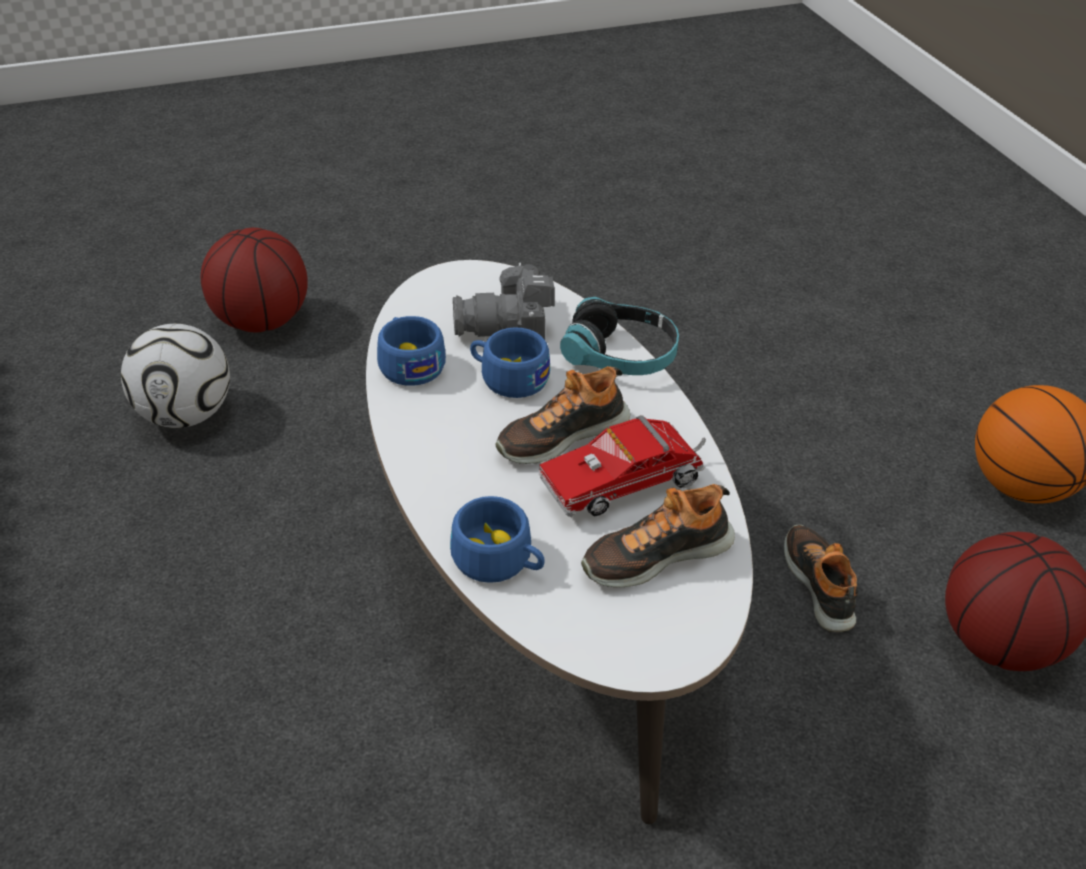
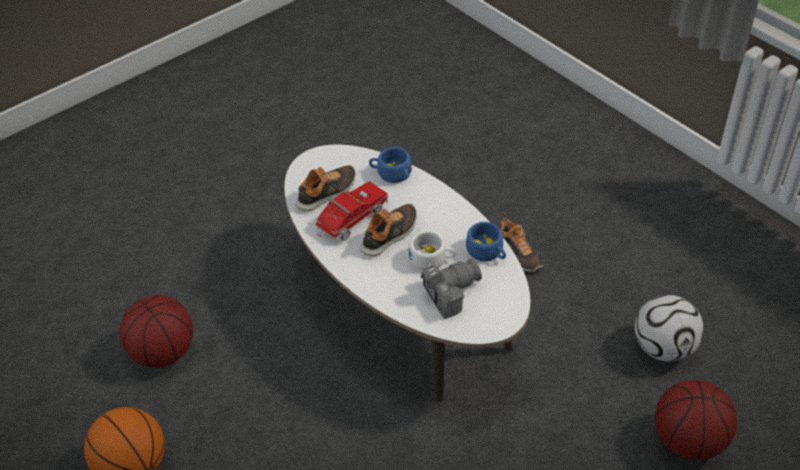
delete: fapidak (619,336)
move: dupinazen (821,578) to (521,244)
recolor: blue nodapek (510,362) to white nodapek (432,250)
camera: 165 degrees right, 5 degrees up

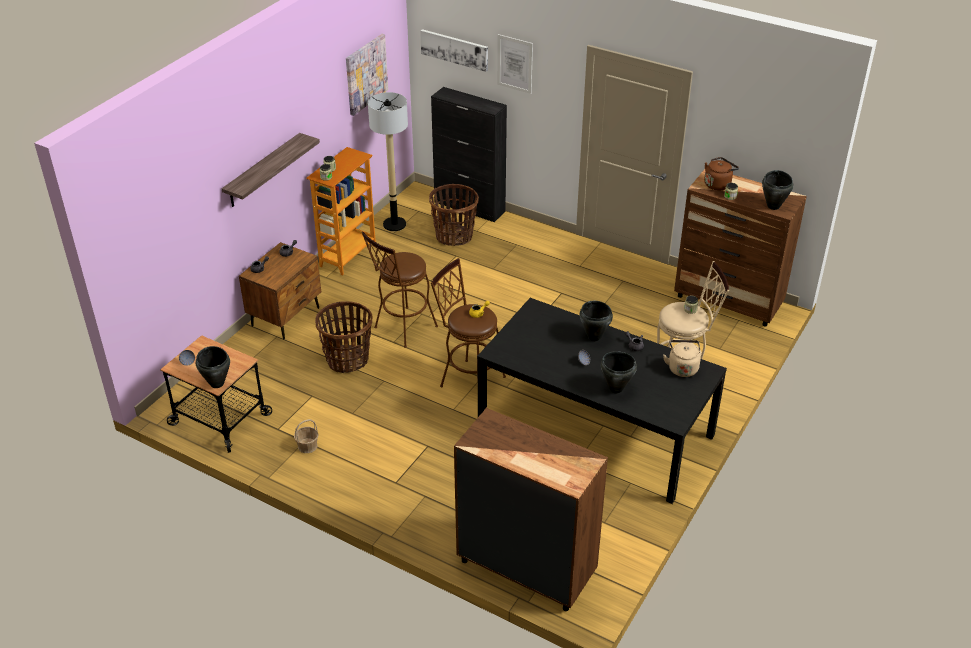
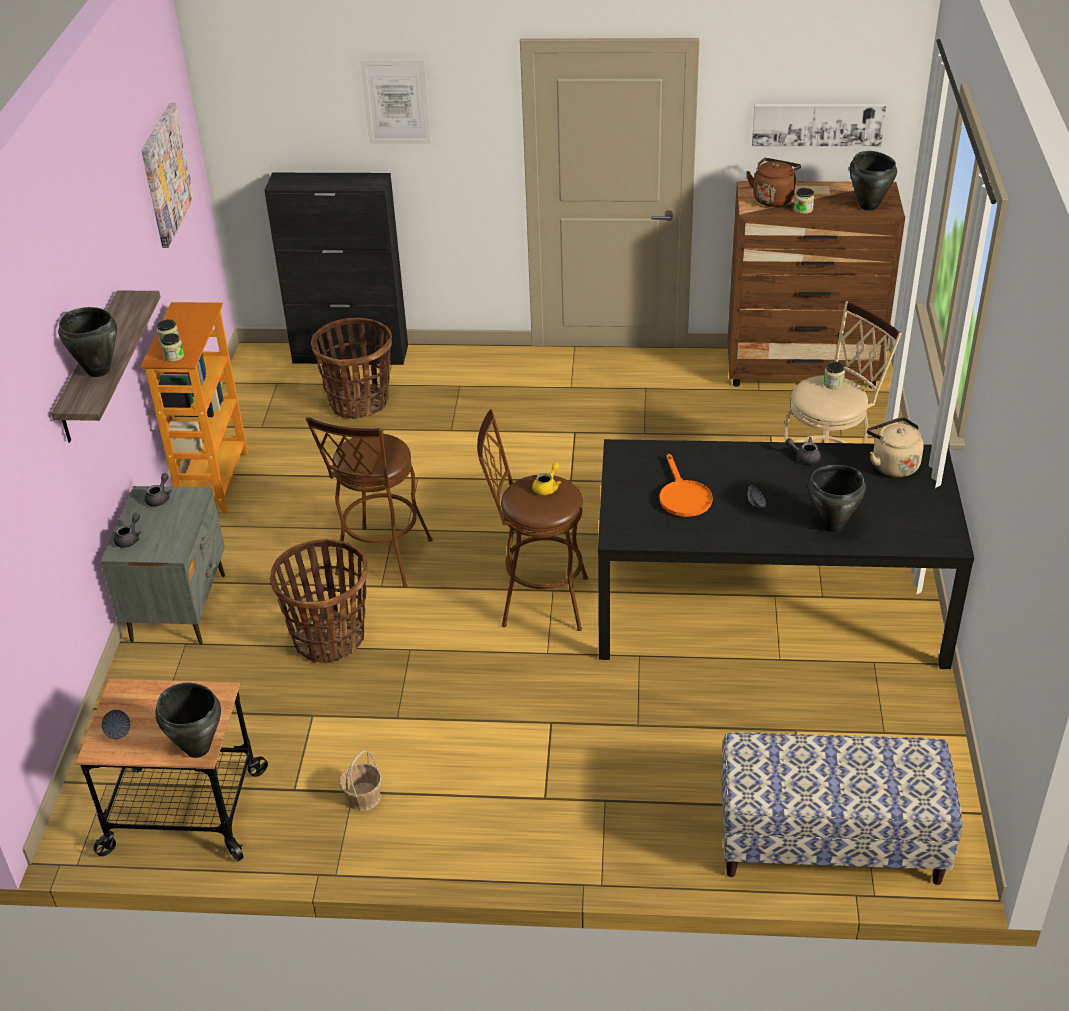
delete: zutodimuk (388,161)
insert: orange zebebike (686,485)
move: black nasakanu (596,321) to (87,342); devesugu (454,50) to (819,125)
replace: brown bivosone (531,509) to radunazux (842,808)
recolor: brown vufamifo (280,290) to grey vufamifo (162,565)
camera: 25 degrees left, 0 degrees up

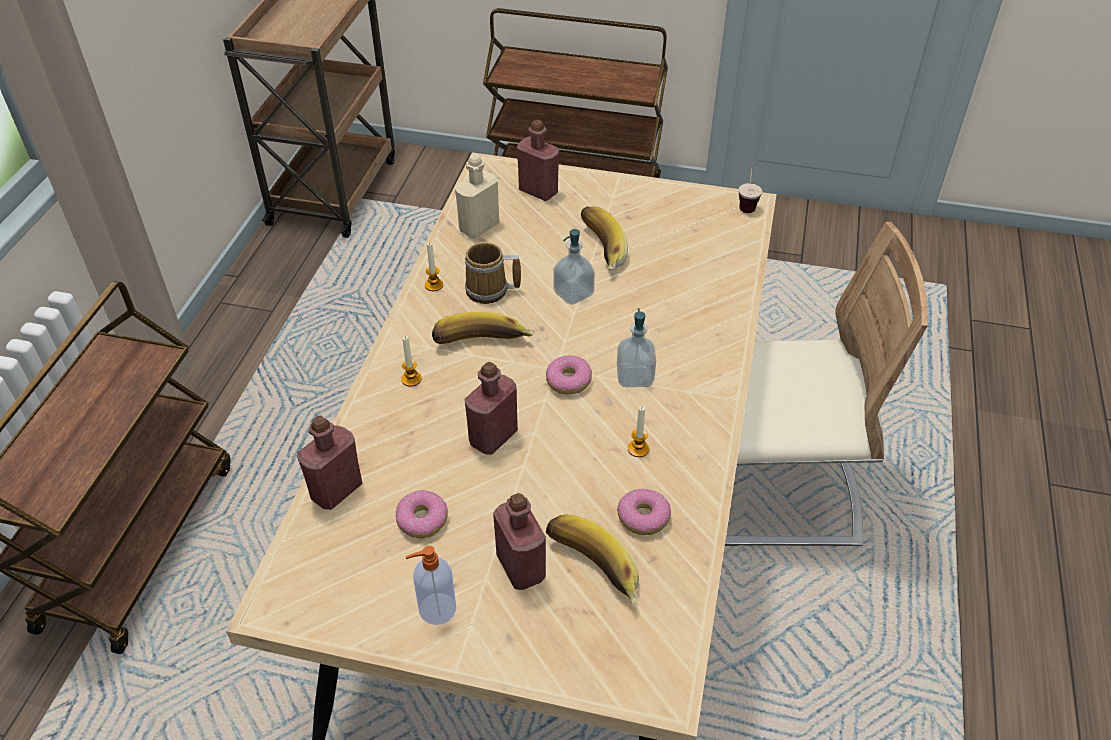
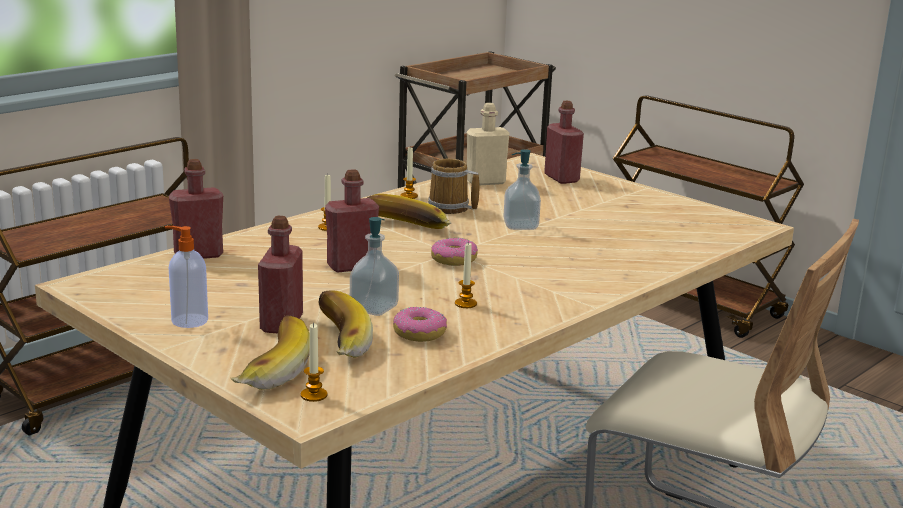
delete: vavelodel (422,514); nodapek (750,186)
insert: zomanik (314,362)
move: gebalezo (604,238) to (269,353); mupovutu (636,347) to (374,266)
camera: 30 degrees right, 25 degrees down

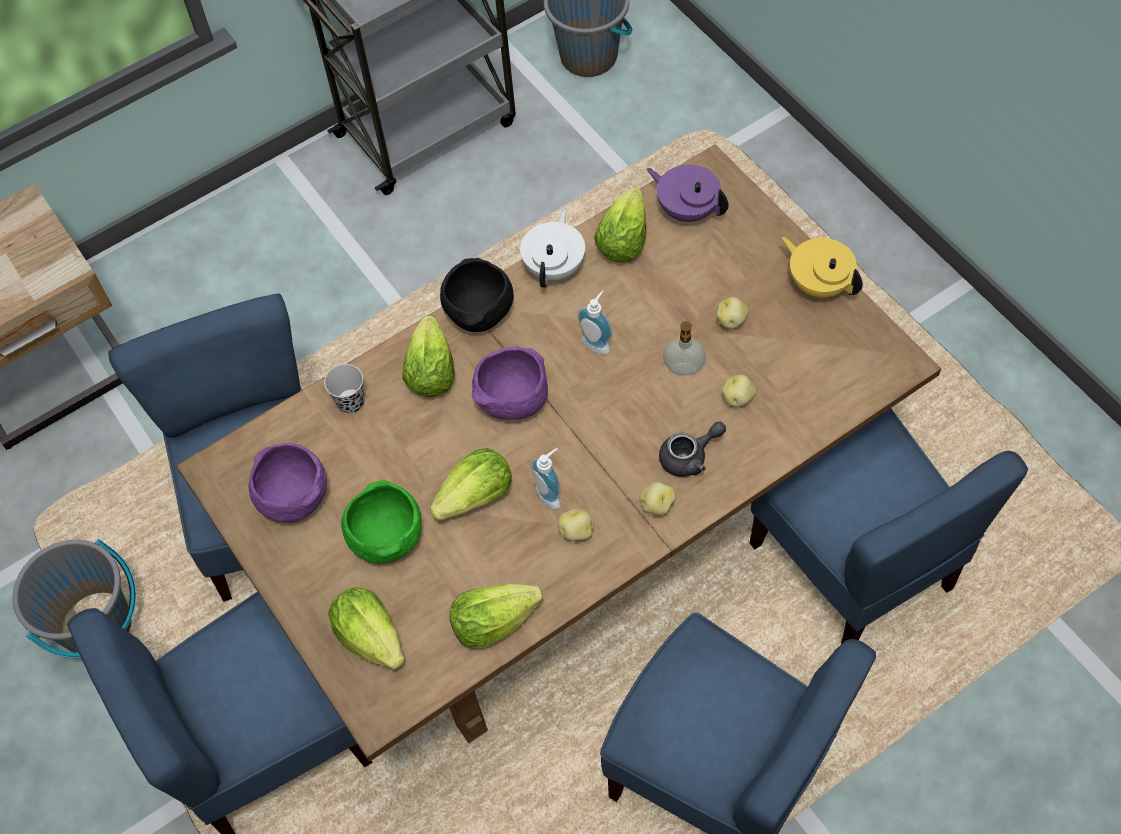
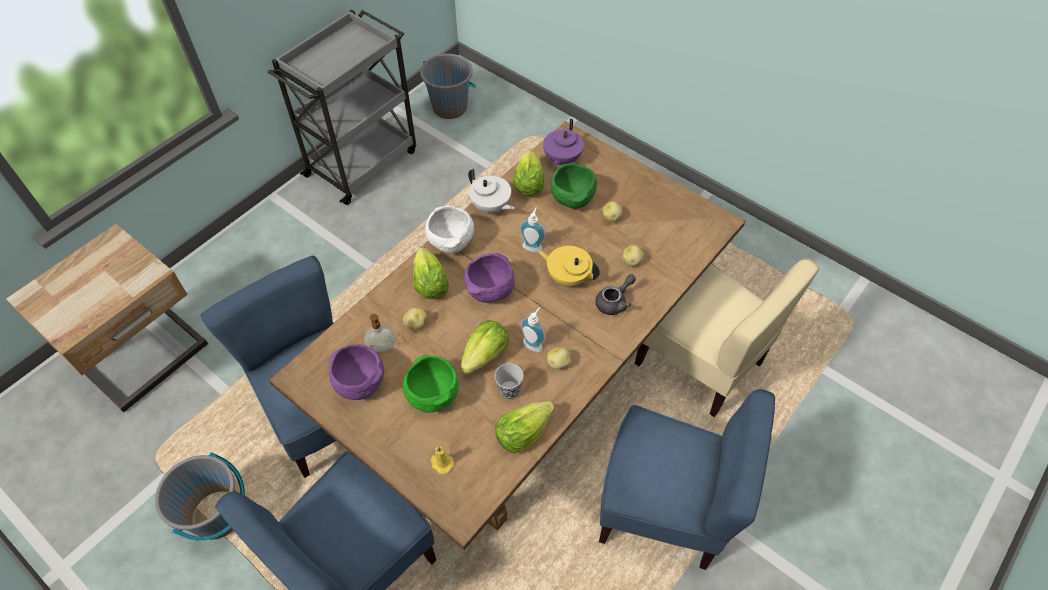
insert: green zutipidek (573,186)
move: mupovutu (684,348) to (380,333); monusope (658,499) to (415,319); black nodapek (344,389) to (509,381); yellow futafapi (822,267) to (569,266)
replace: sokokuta (366,628) to yellow zomanik (442,460)
recolor: black zutipidek (477,295) to white zutipidek (449,229); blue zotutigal (889,526) to beige zotutigal (727,337)
rotate: white futafapi (552,248) = (491,191) 135 degrees clockwise; purple futafapi (687,193) = (563,142) 90 degrees counterclockwise
camera: 20 degrees left, 5 degrees down

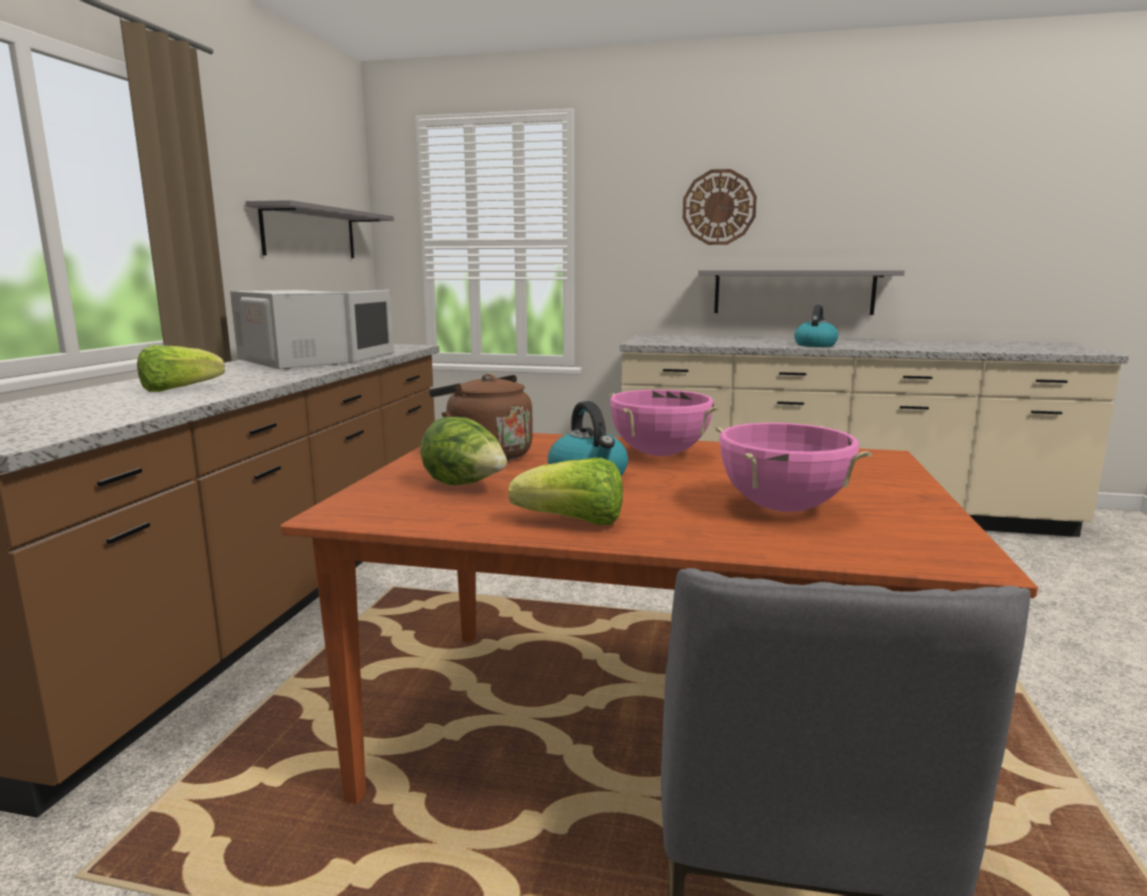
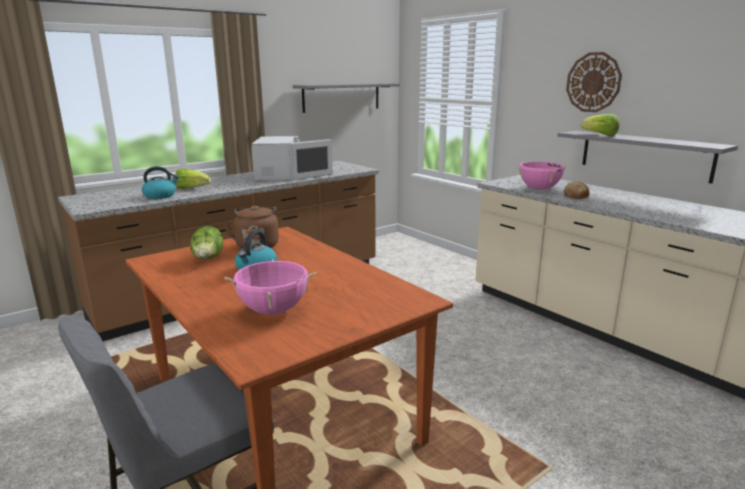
insert: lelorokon (576,190)
move: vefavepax (816,326) to (160,182); pink nasakanu (664,423) to (541,176); sokokuta (566,491) to (600,125)
camera: 40 degrees right, 5 degrees up

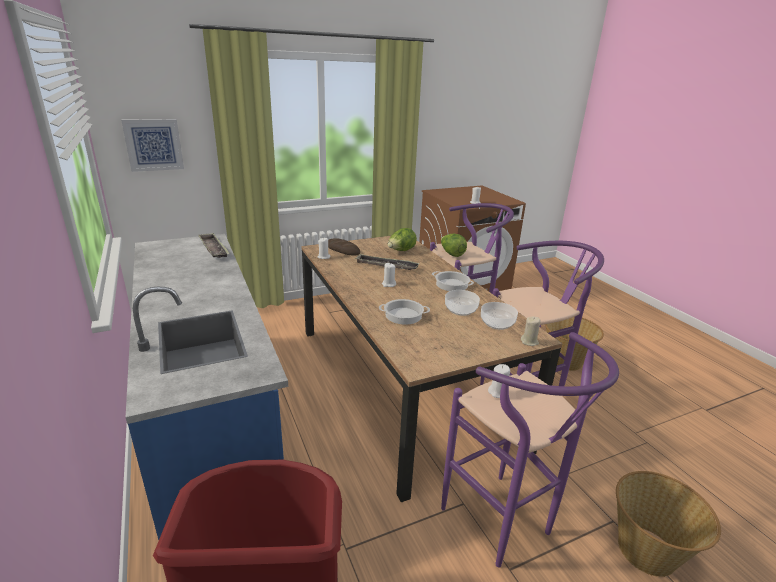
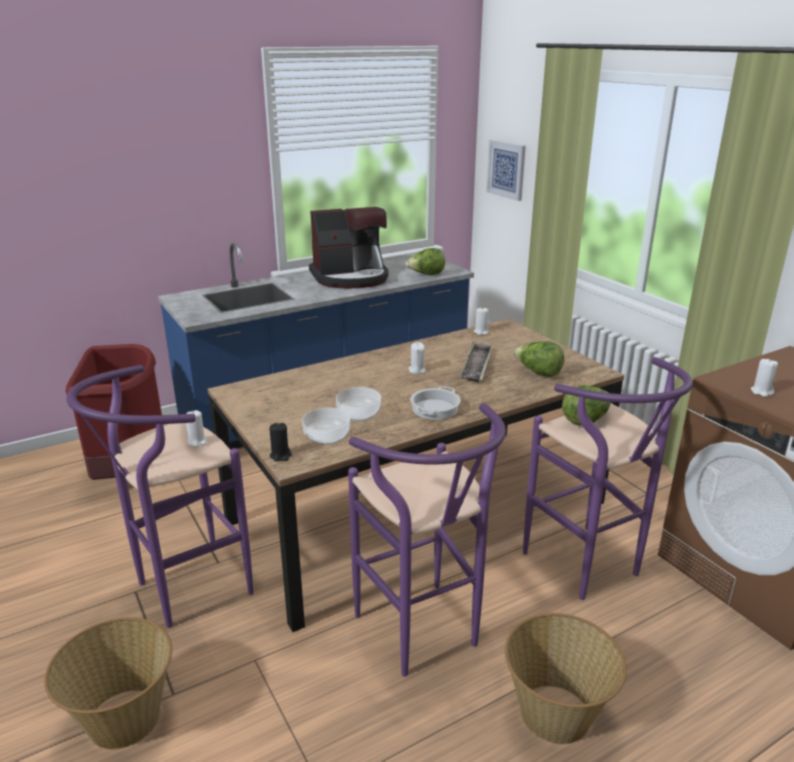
delete: lelorokon (344,247); nasakanu (404,312)
insert: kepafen (349,248)
replace: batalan (214,245) to sokokuta (425,261)
recolor: beige zomanik (531,331) to black zomanik (280,442)
camera: 85 degrees right, 0 degrees up

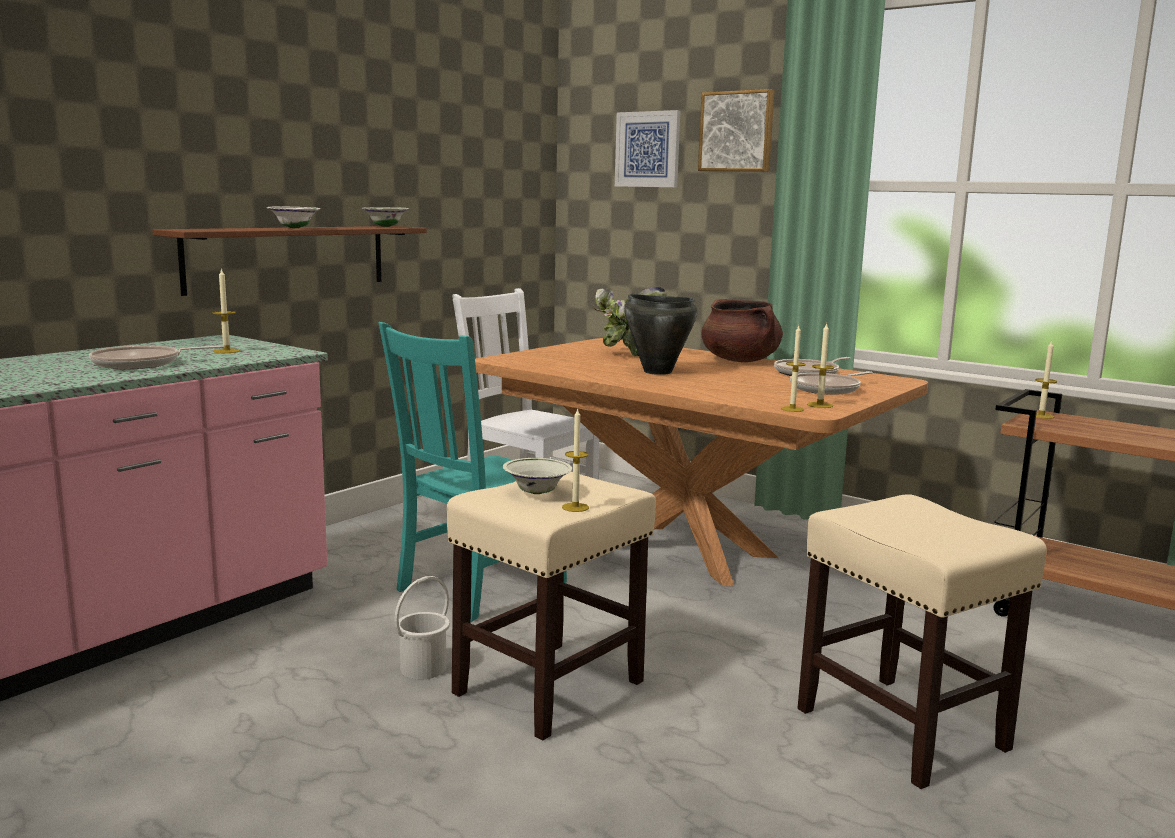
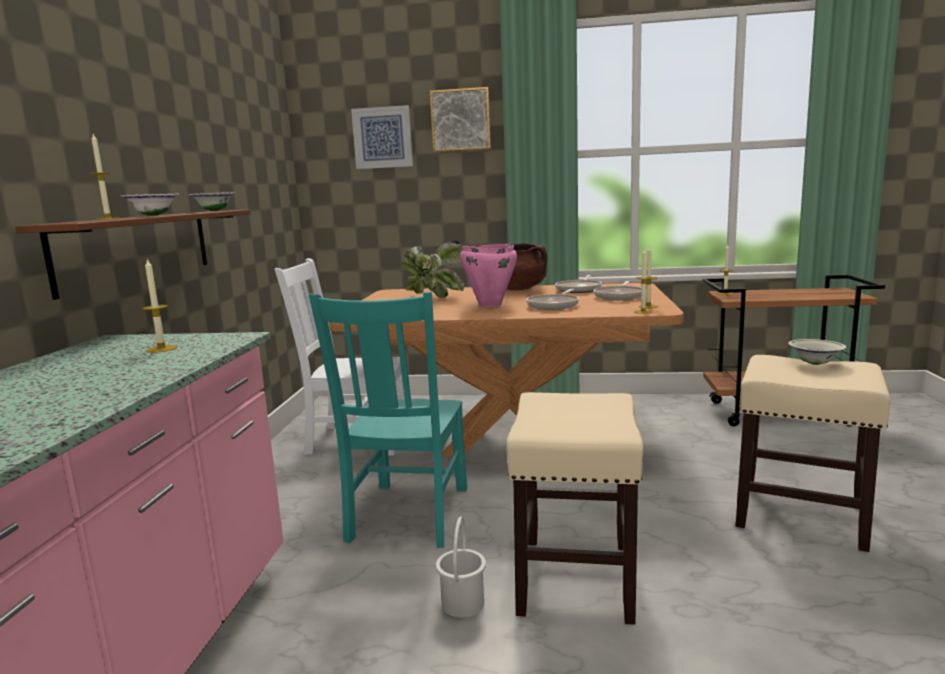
move: zomanik (575,460) to (104,177); zebebike (156,357) to (552,299); white zutipidek (537,476) to (817,352)
recolor: black nasakanu (660,334) to pink nasakanu (488,275)
camera: 30 degrees left, 0 degrees up

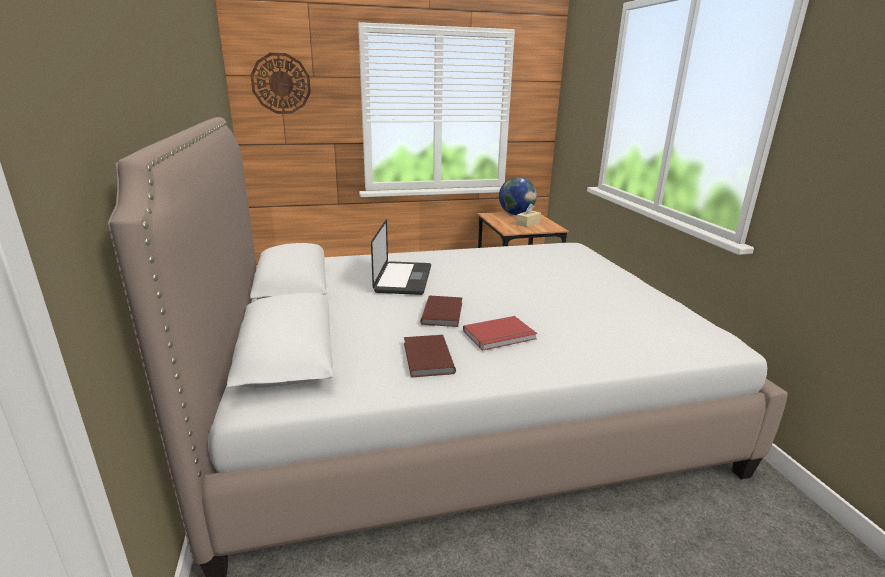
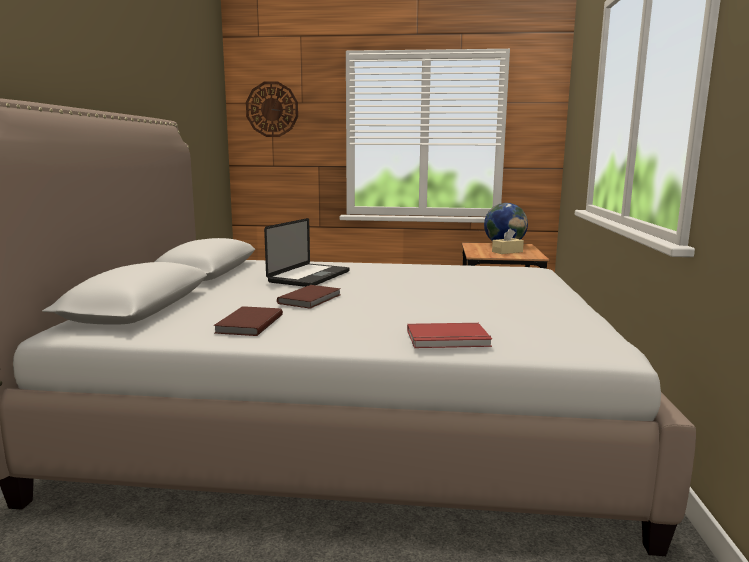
move: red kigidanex (500,333) to (449,335)
camera: 20 degrees right, 10 degrees down

